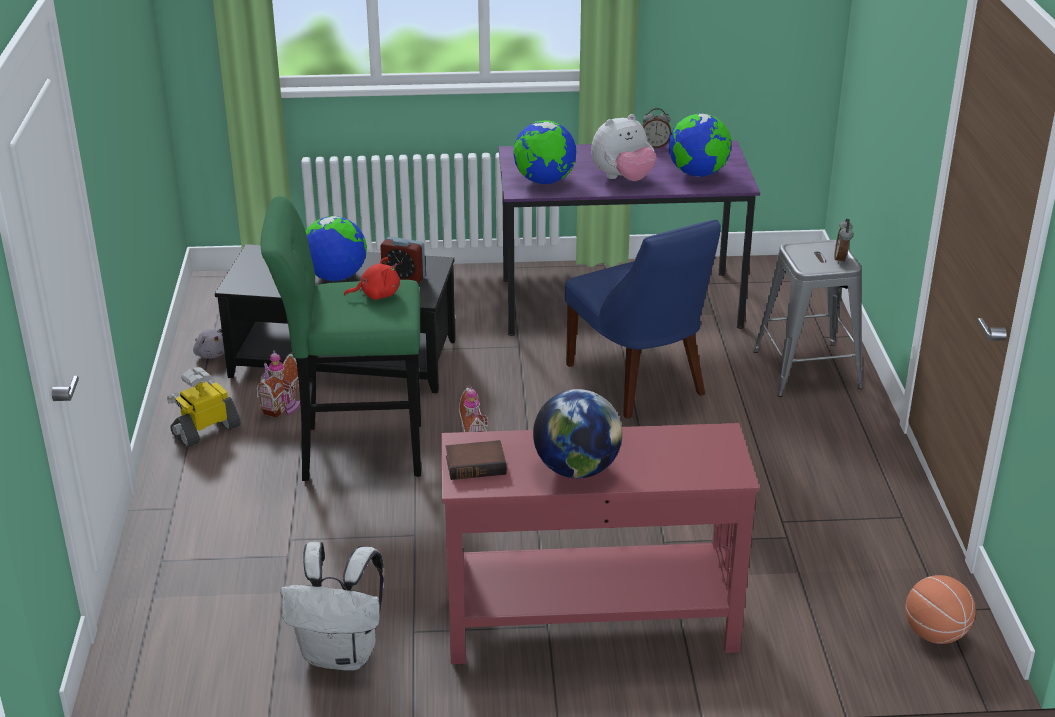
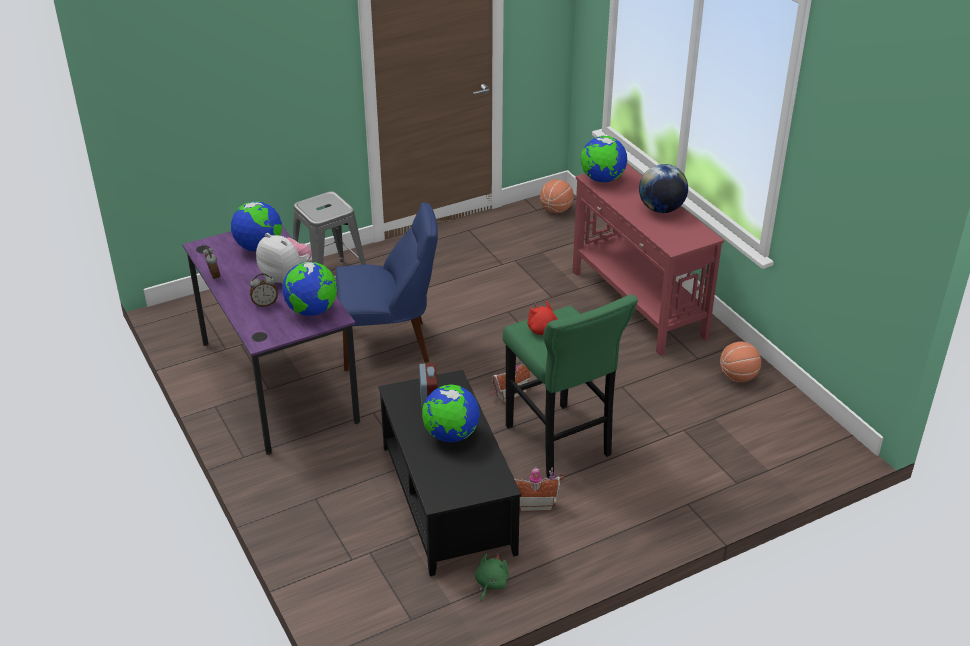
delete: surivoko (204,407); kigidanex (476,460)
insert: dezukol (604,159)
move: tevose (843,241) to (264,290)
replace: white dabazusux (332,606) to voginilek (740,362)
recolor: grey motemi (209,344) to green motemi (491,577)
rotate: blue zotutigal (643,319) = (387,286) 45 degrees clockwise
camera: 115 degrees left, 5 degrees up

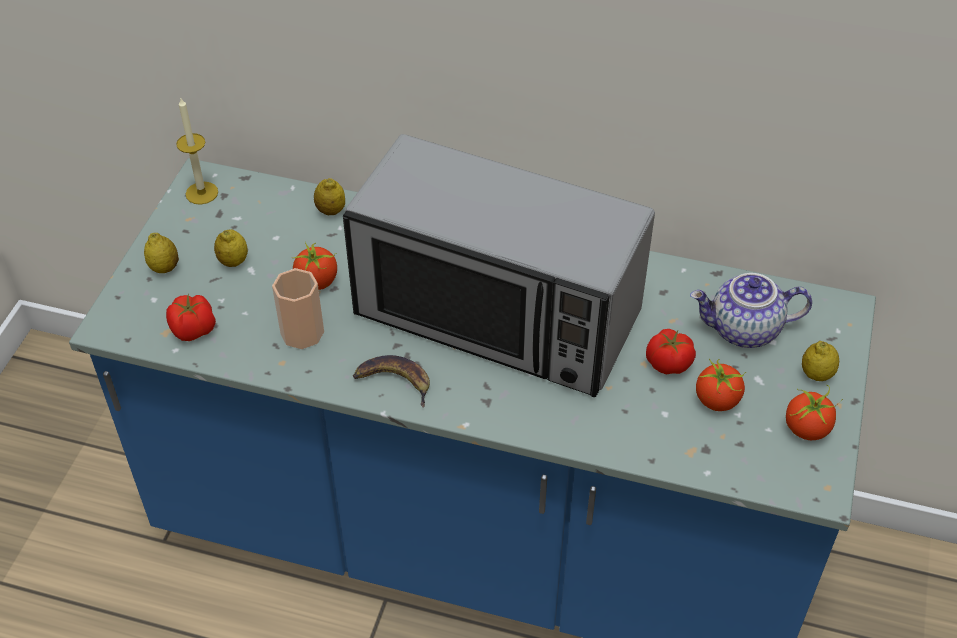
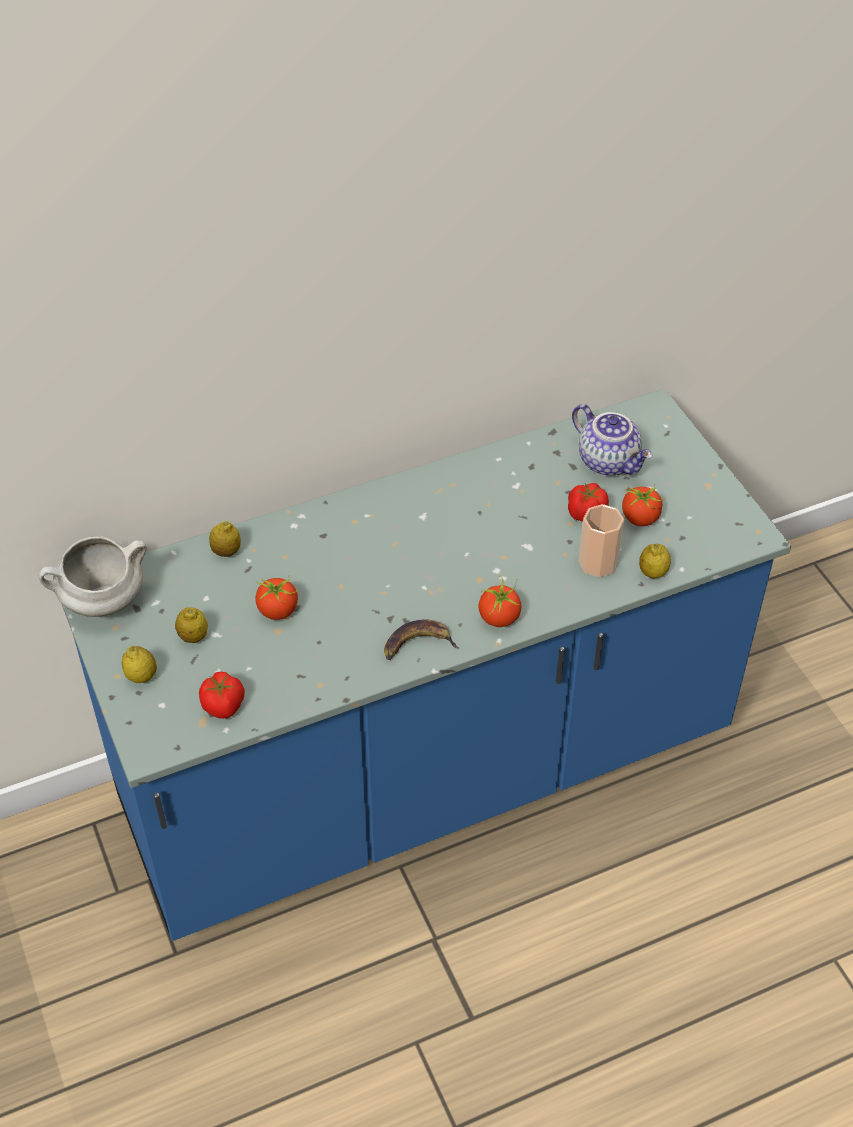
delete: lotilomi (499,265)
move: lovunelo (814,412) to (499,601); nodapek (298,308) to (601,540); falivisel (820,361) to (655,561)
replace: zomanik (197,151) to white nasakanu (93,576)
rotate: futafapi (751,310) = (612,440) 90 degrees counterclockwise
camera: 40 degrees left, 0 degrees up

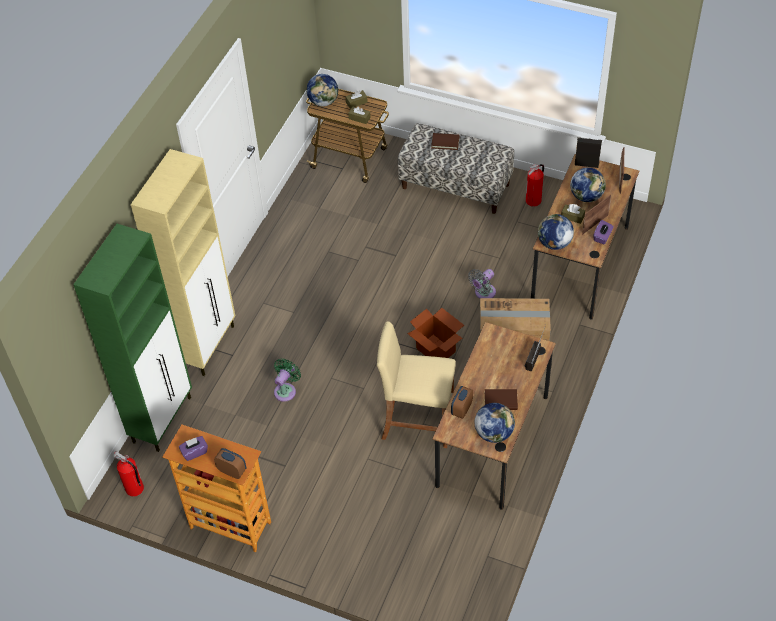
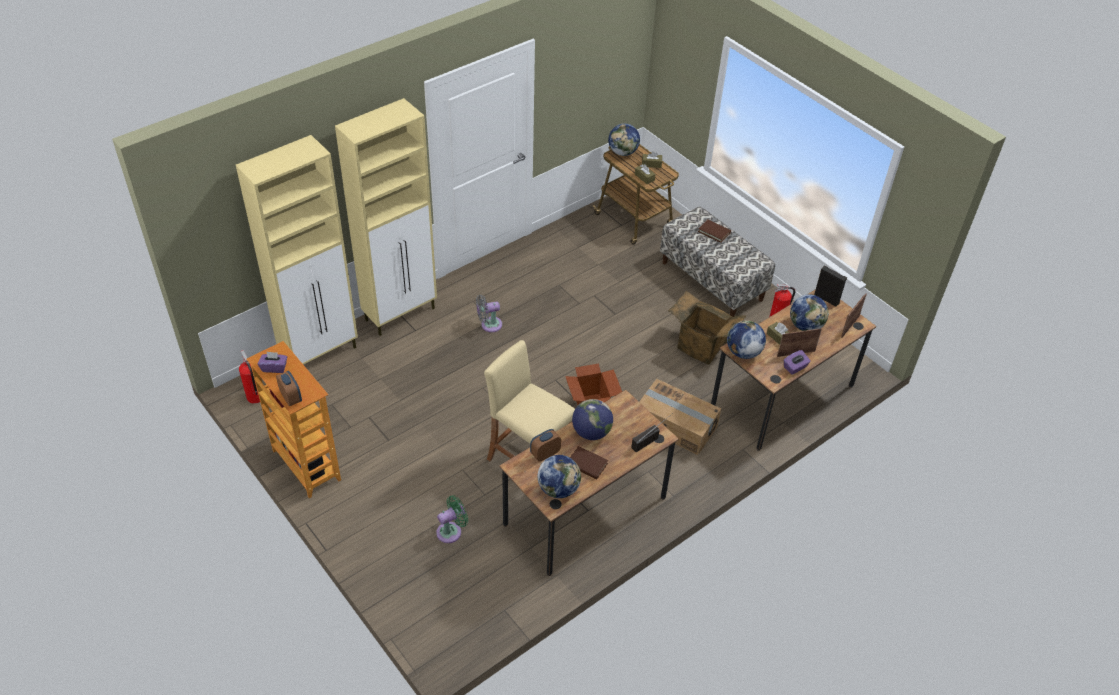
insert: dezukol (592,419); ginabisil (707,328)
move: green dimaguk (287,380) to (452,519); grey dimaguk (482,284) to (489,313)
recolor: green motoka (132,338) to beige motoka (297,249)
camera: 25 degrees right, 5 degrees down

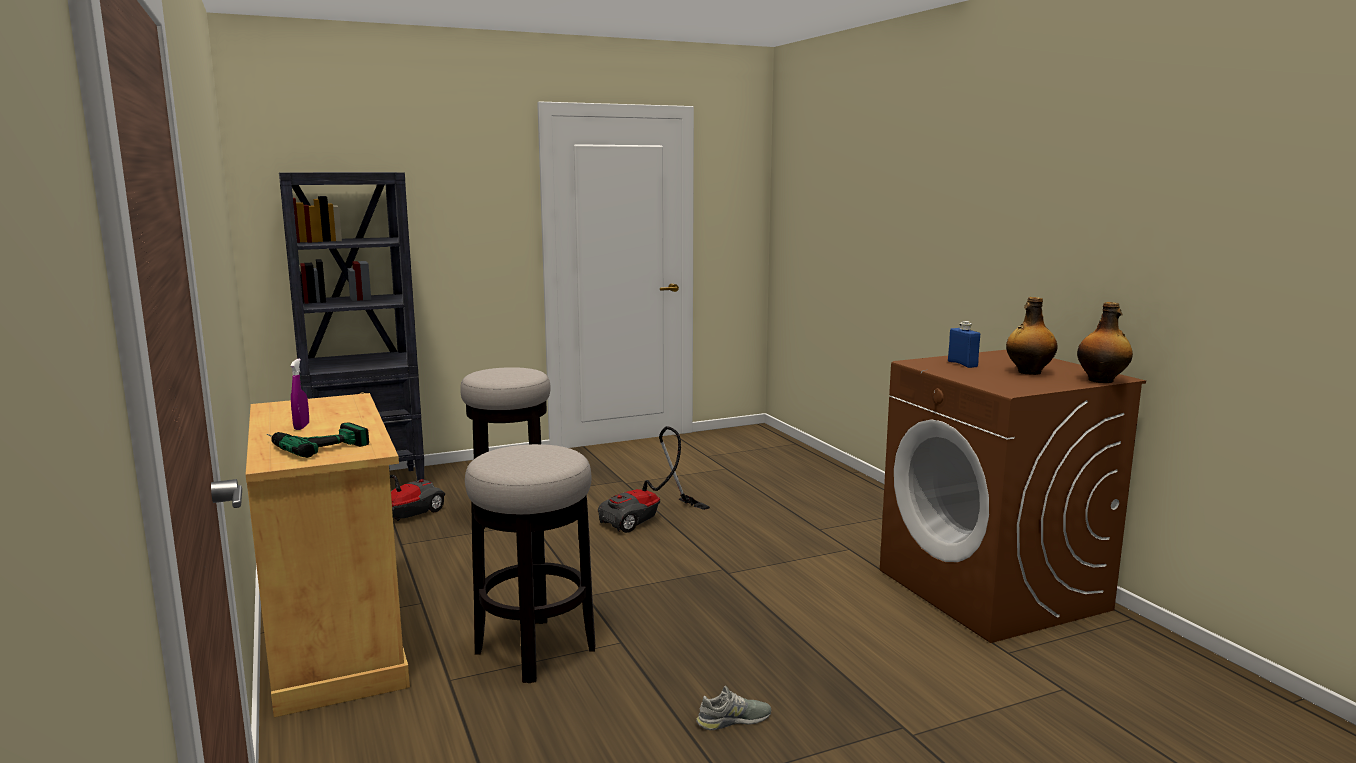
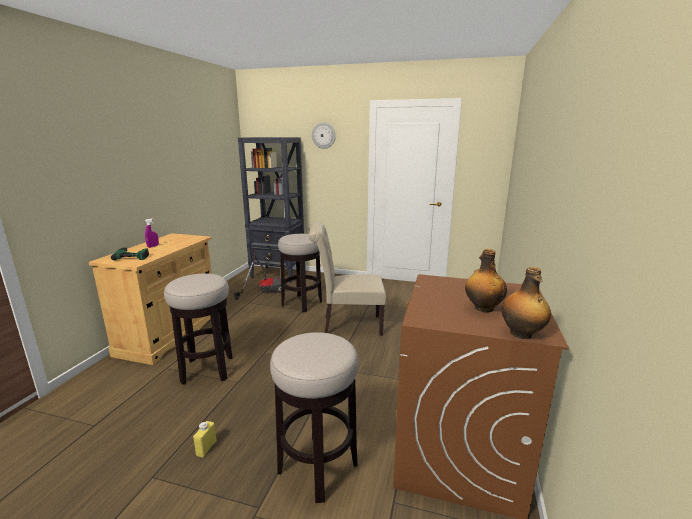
delete: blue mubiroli (964,344)
insert: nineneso (314,417); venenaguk (324,135)
replace: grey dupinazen (733,708) to yellow mubiroli (205,439); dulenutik (654,479) to beige zotutigal (347,279)
camera: 40 degrees right, 5 degrees up

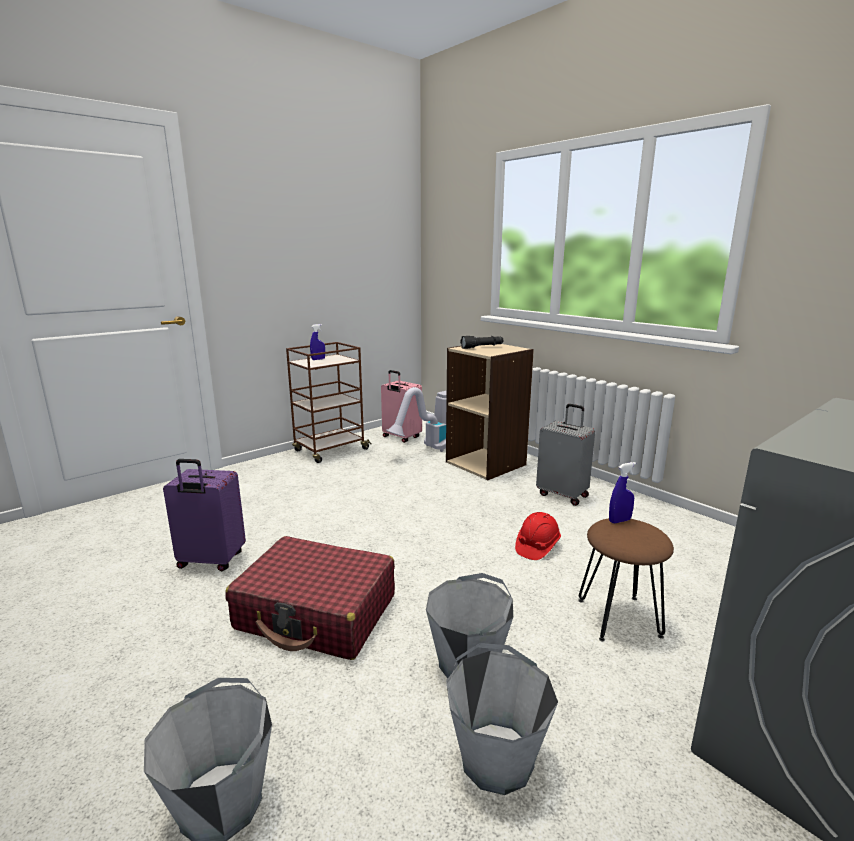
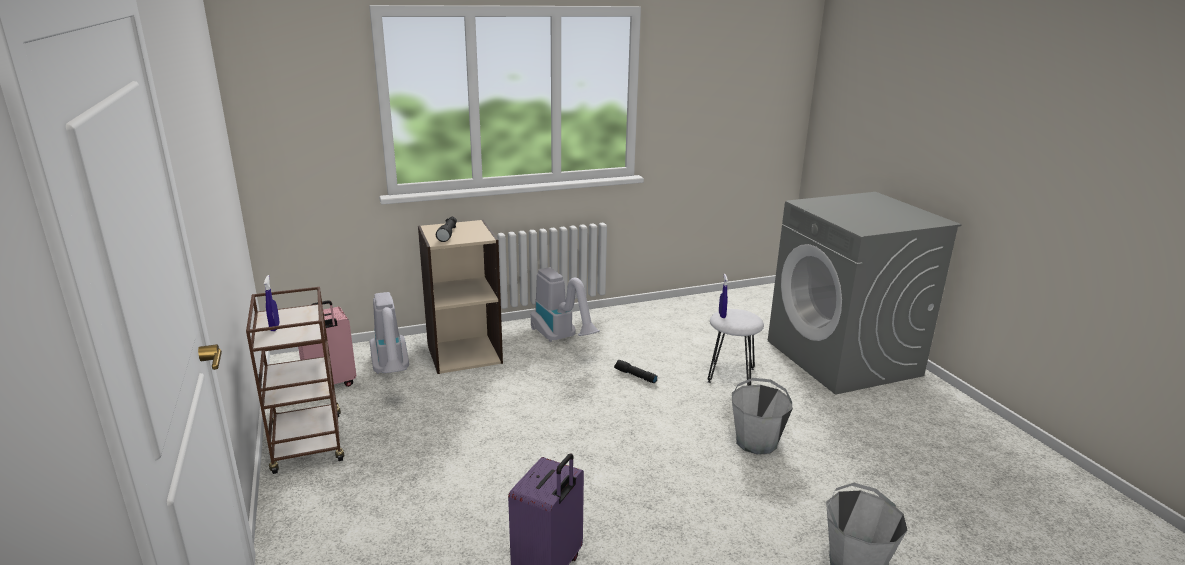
delete: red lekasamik (310,598); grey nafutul (502,719)
replace: grey lekasamik (565,455) to dulenutik (565,305); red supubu (538,536) to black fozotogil (635,371)
recolor: brown nineneso (626,579) to white nineneso (735,347)
camera: 70 degrees left, 5 degrees up

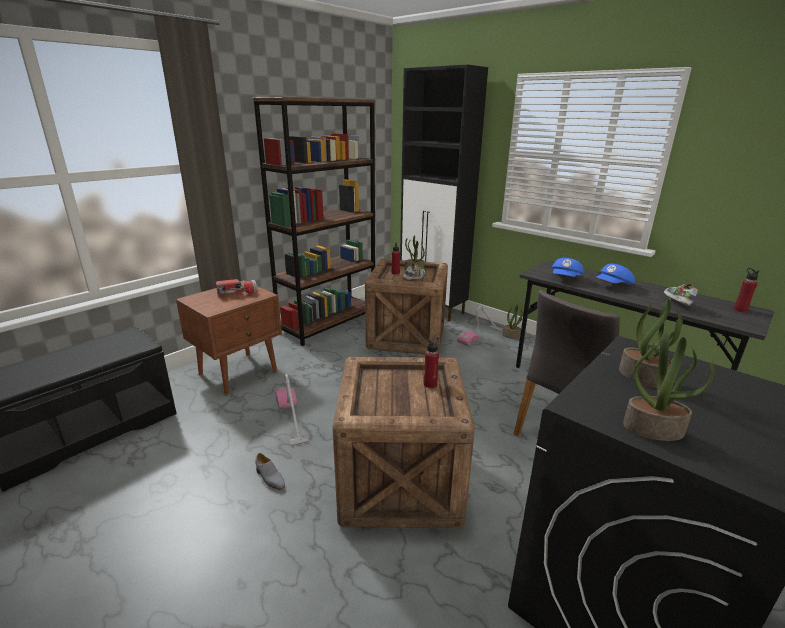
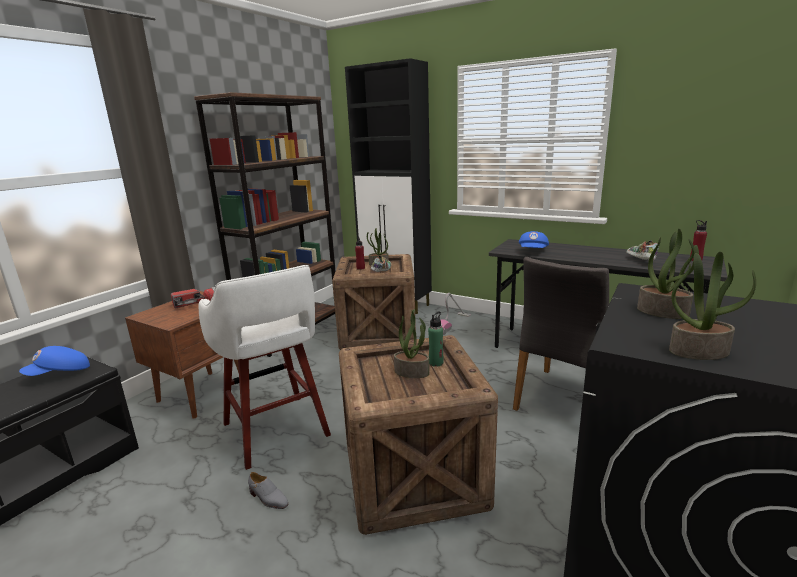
move: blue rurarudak (616,274) to (54,361); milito (513,321) to (412,343)
replace: dulenutik (292,410) to white nineneso (265,367)
recolor: red mubiroli (431,362) to green mubiroli (436,339)
camera: 10 degrees left, 5 degrees down

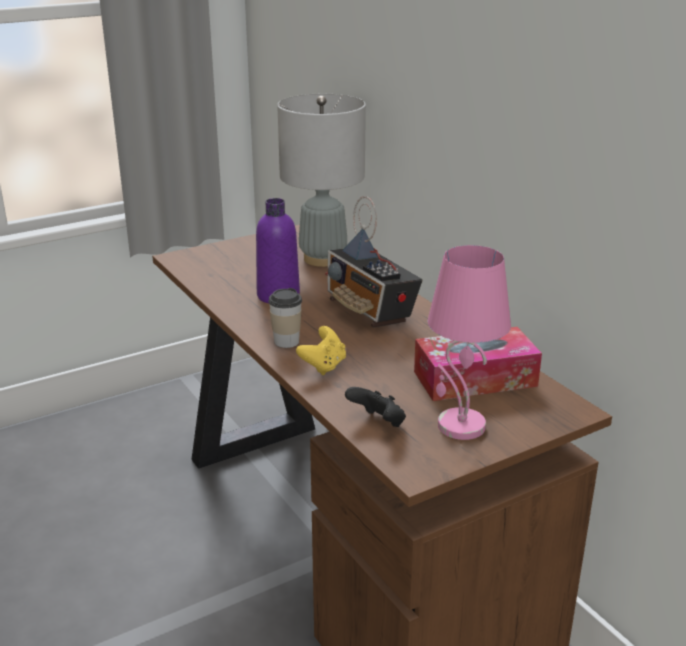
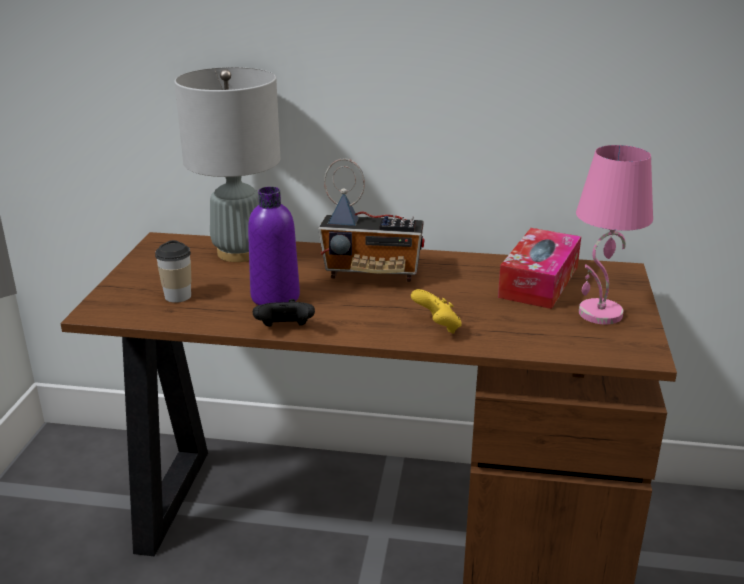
move: nodapek (285,318) to (173,271); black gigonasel (375,407) to (284,313)
camera: 50 degrees left, 0 degrees up

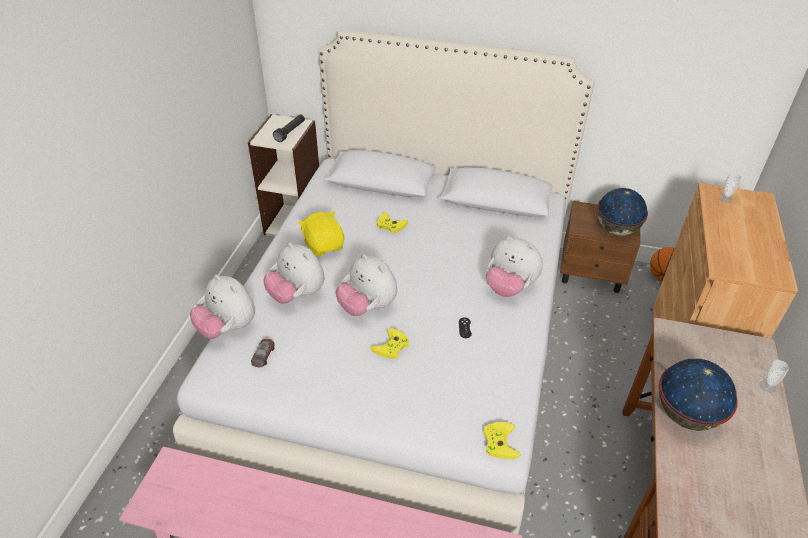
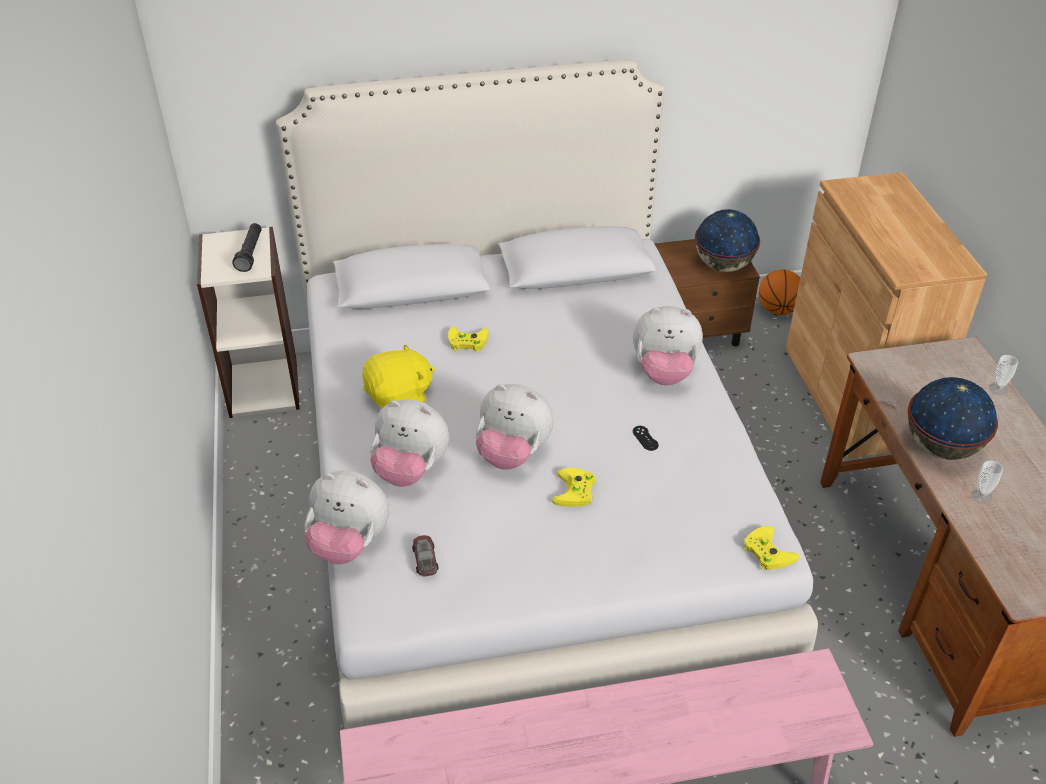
move: nodapek (730,188) to (987,482)
rotate: yellow motemi (321,234) = (398,375) 120 degrees clockwise
camera: 25 degrees left, 0 degrees up

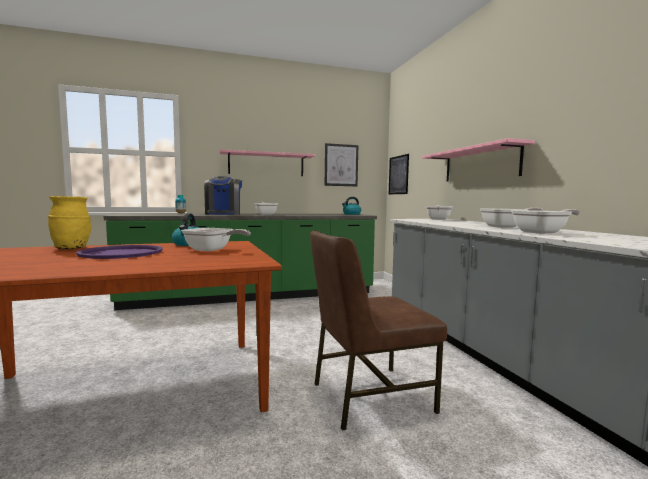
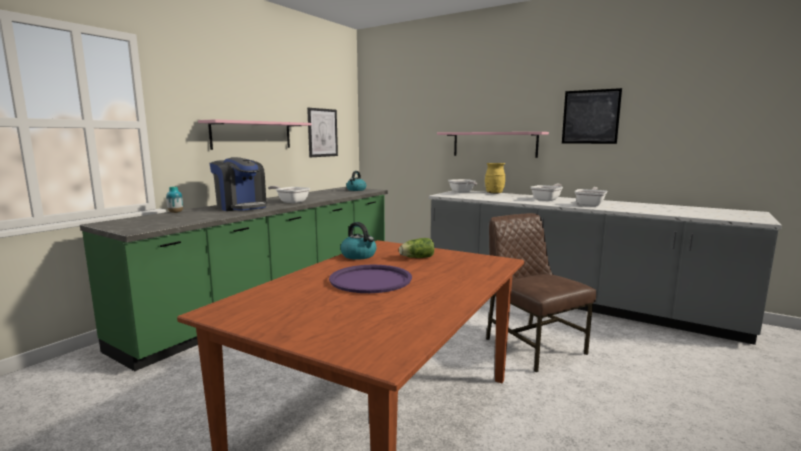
move: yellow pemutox (69,222) to (495,178); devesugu (399,174) to (592,116)
replace: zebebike (216,239) to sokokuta (416,248)
rotate: brown zotutigal (378,330) = (541,292) 120 degrees clockwise
camera: 40 degrees left, 5 degrees up

